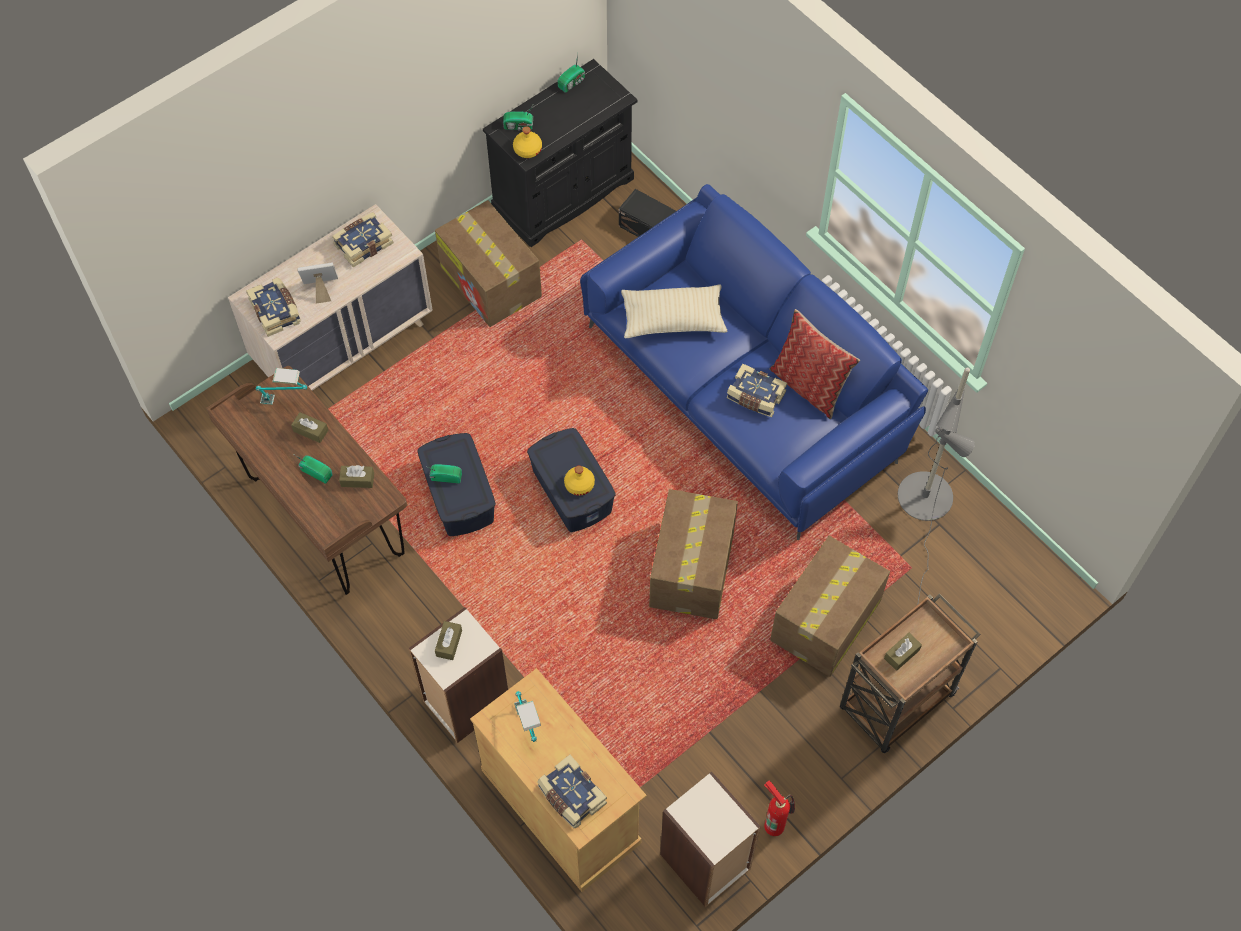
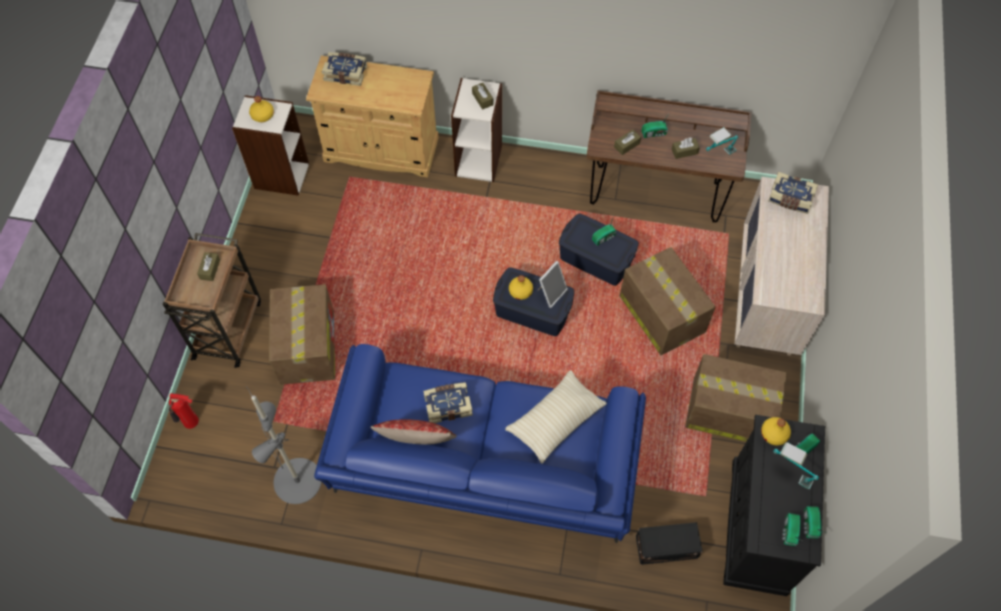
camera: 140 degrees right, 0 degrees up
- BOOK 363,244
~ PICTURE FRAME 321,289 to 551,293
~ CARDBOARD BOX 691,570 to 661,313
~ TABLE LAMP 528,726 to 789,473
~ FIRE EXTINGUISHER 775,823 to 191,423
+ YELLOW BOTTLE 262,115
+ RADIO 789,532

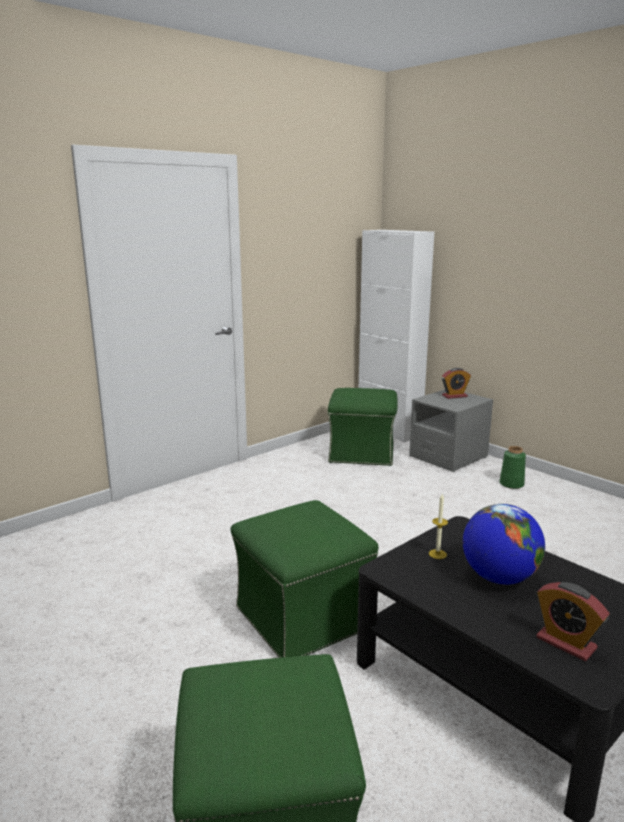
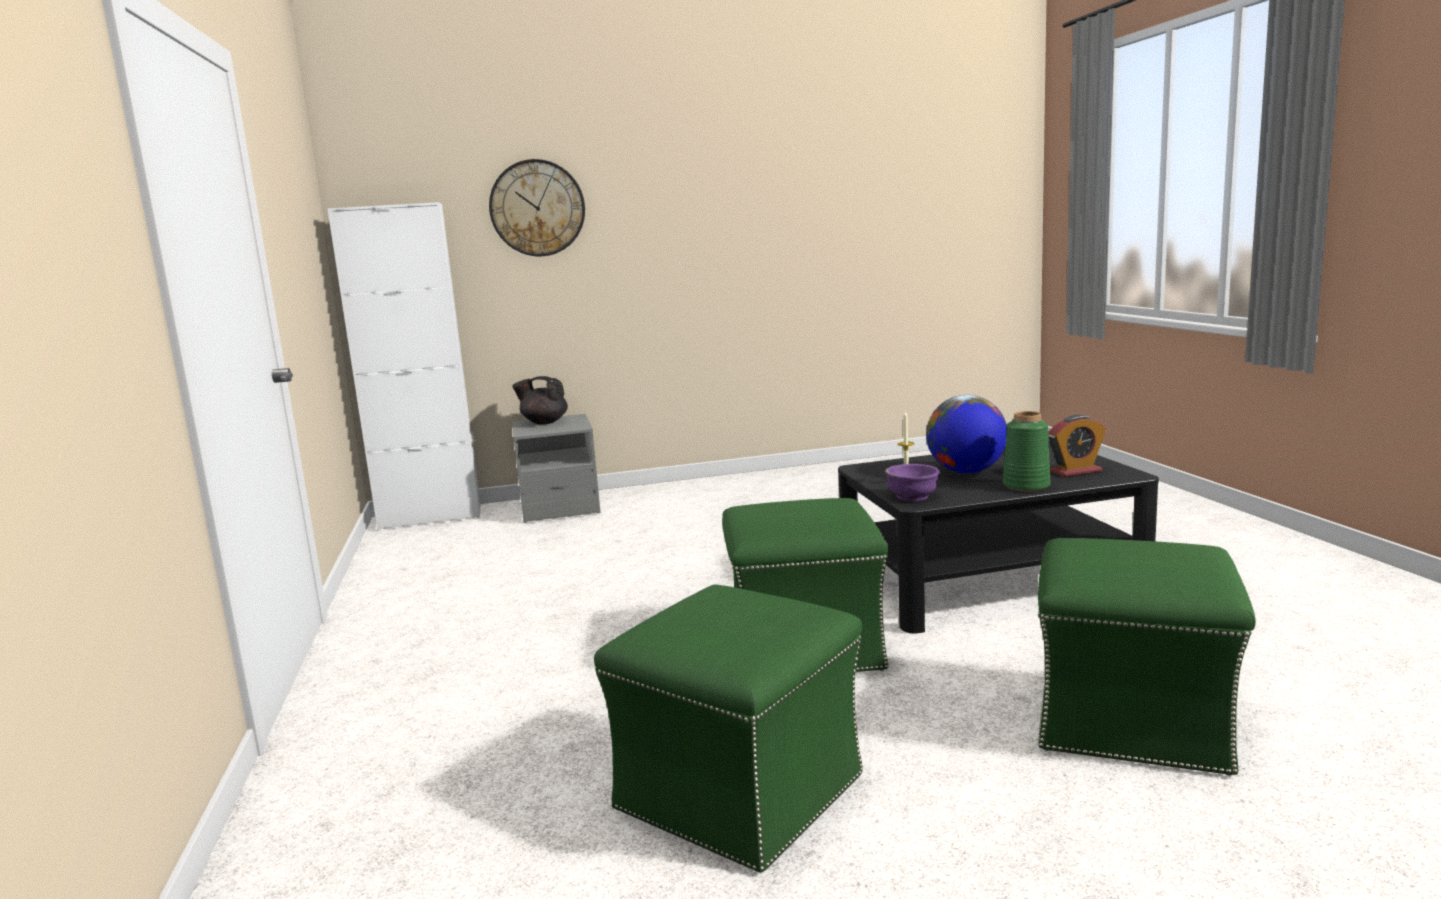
camera: 60 degrees left, 5 degrees down
~ ALARM CLOCK 454,396 to BLACK TEAPOT 544,422
~ GREEN OTTOMAN 362,453 to 741,791
~ GREEN VASE 512,484 to 1026,486
+ WALL CLOCK 537,208
+ PURPLE BOWL 912,497

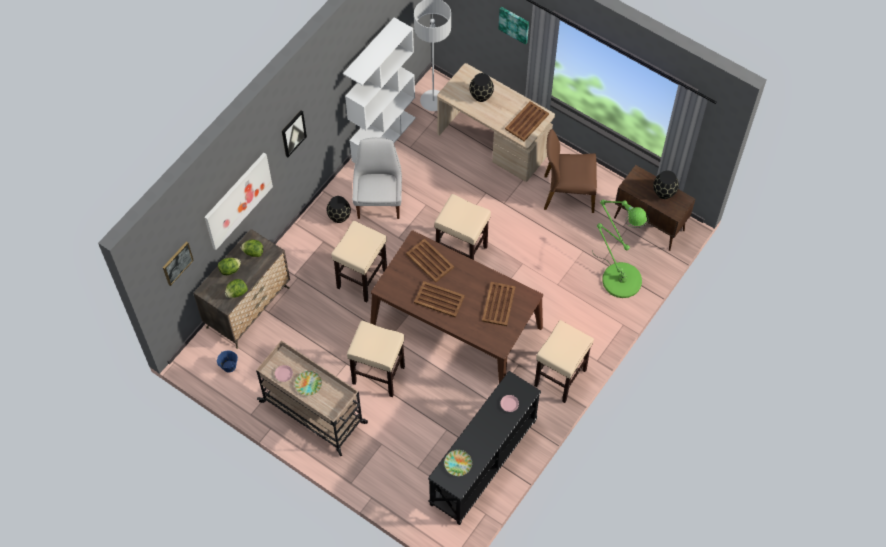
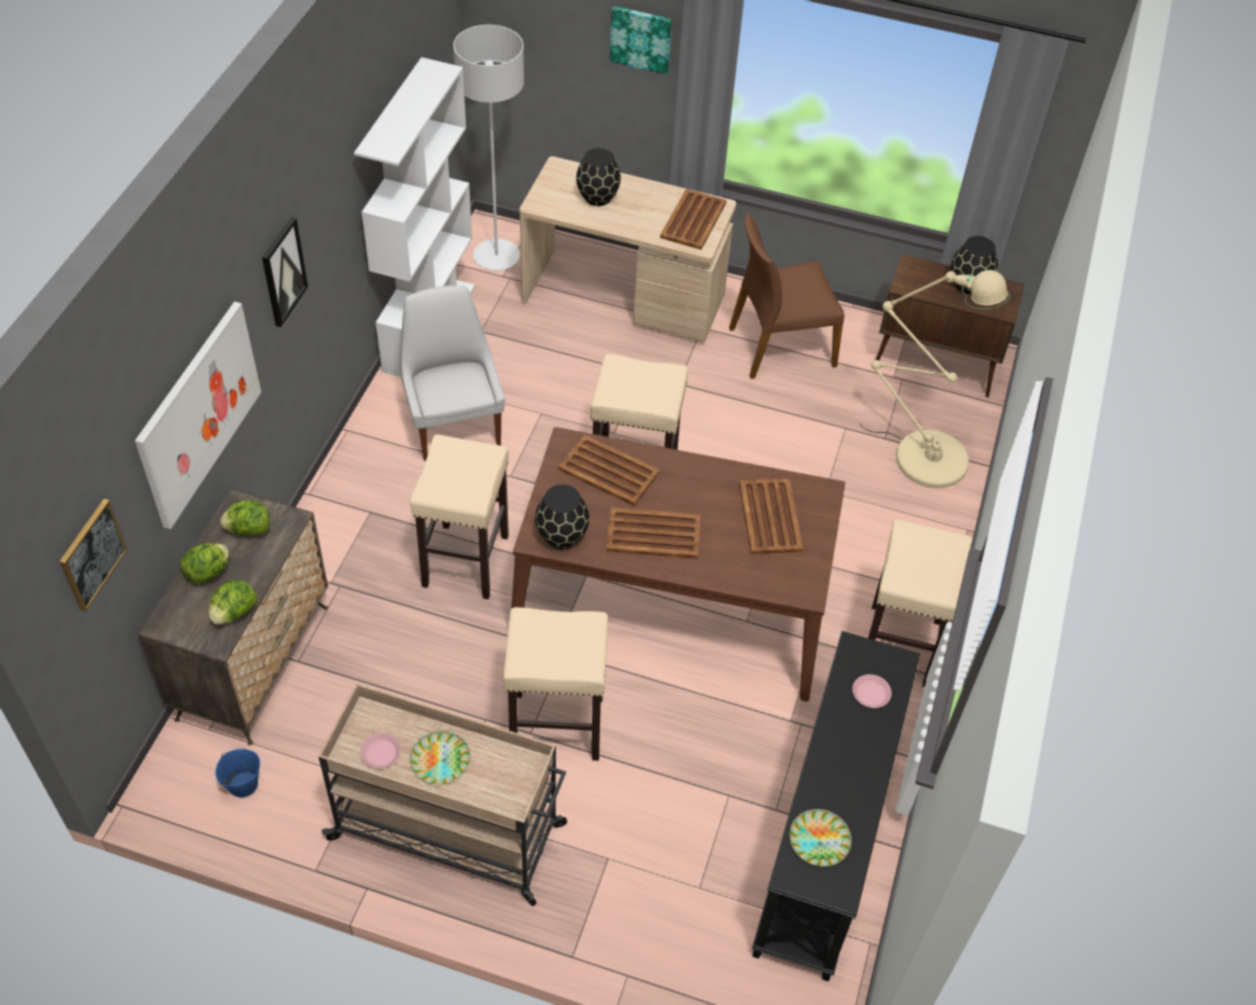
camera: 20 degrees left, 10 degrees down
~ BLACK VASE 339,216 to 561,536
~ GREEN FLOOR LAMP 618,276 to BEIGE FLOOR LAMP 923,454

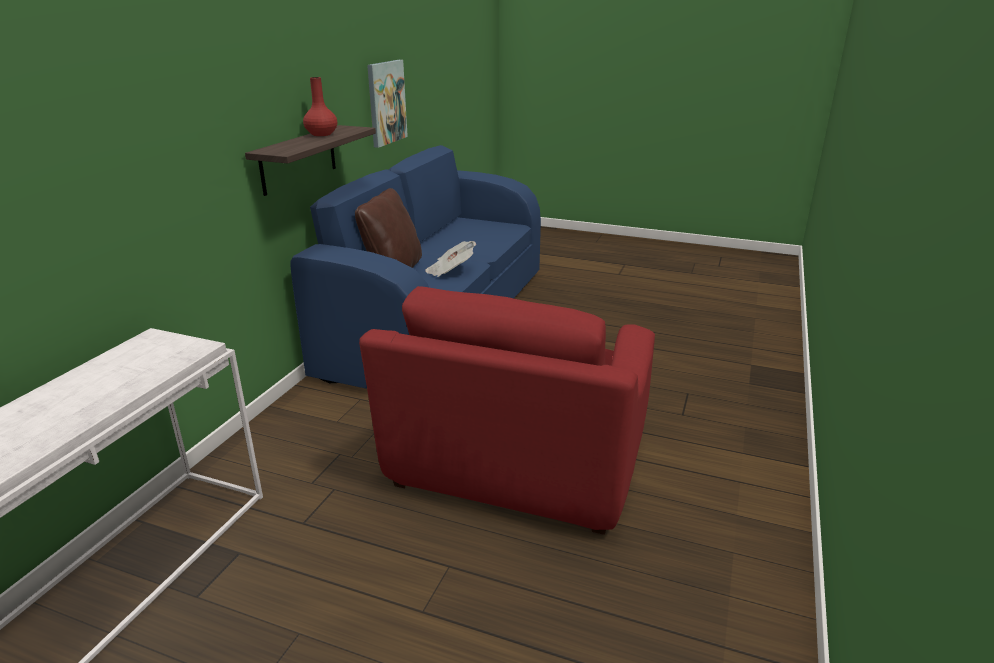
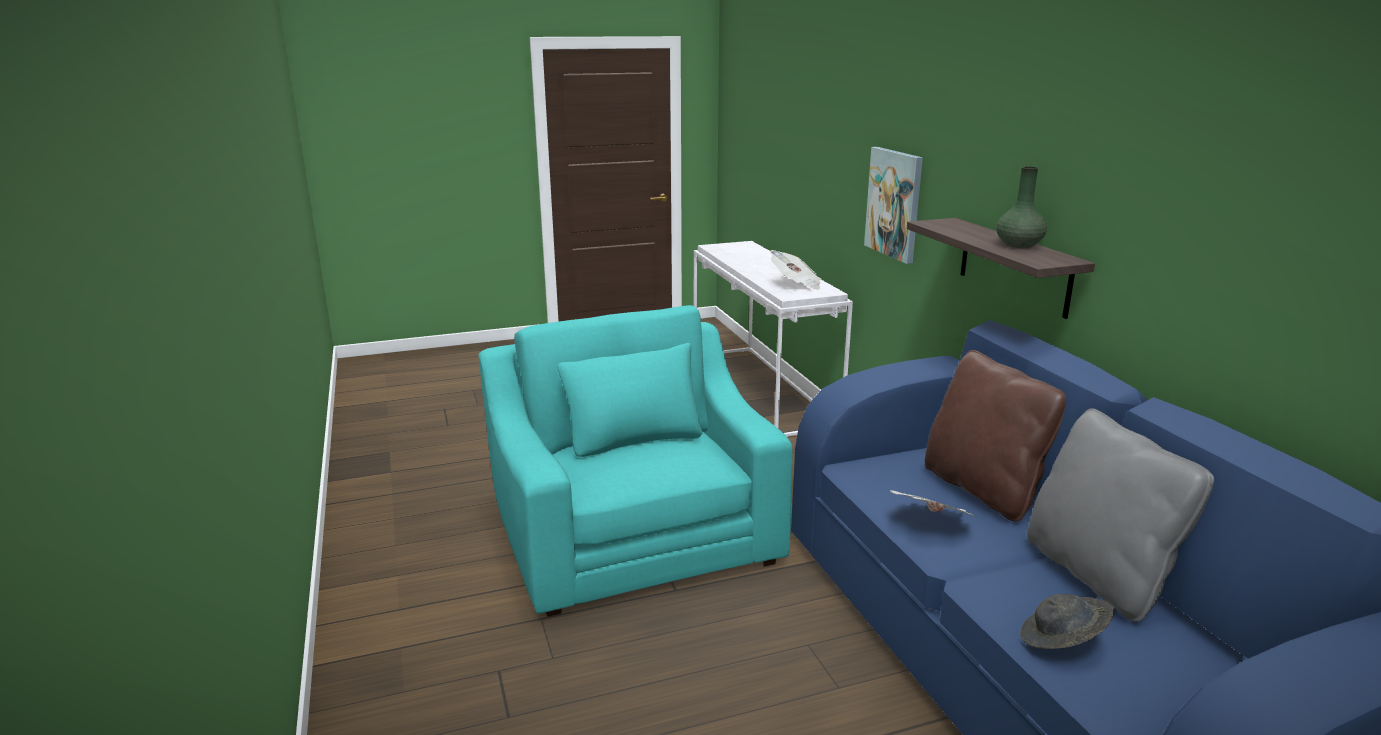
camera: 140 degrees right, 5 degrees down
~ PICTURE 386,102 to 894,203
~ RED VASE 321,134 to GREEN VASE 1019,245
~ RED ARMCHAIR 518,461 to TURQUOISE ARMCHAIR 633,534
+ NEWSPAPER 796,284
+ GREY PILLOW 1098,575
+ GREY HAT 1062,641

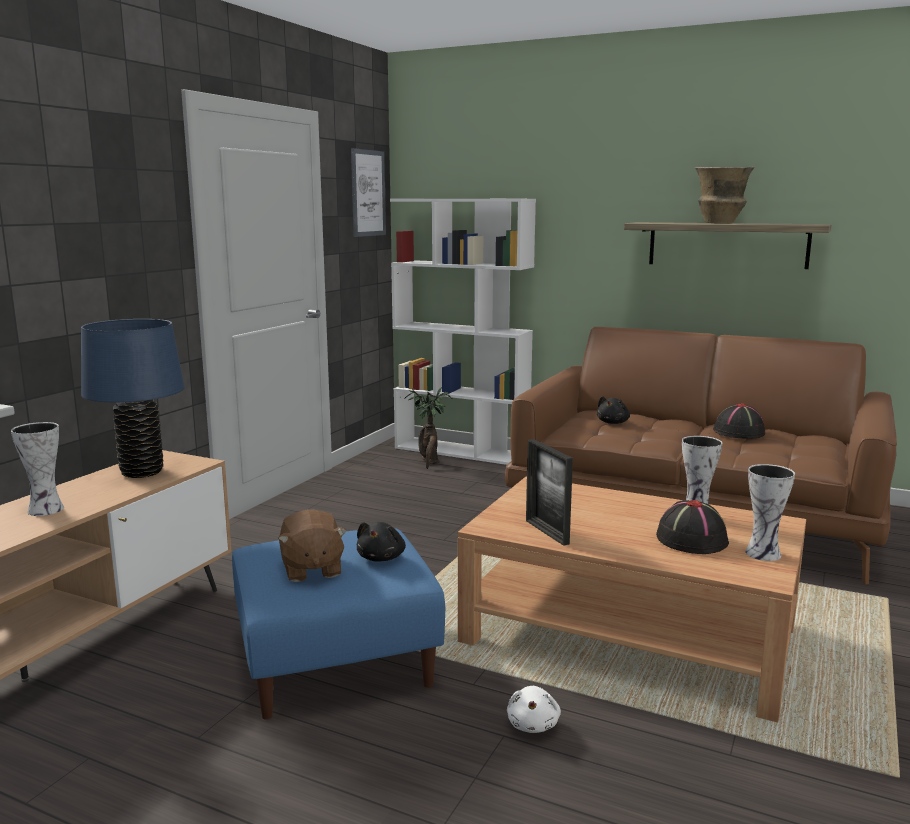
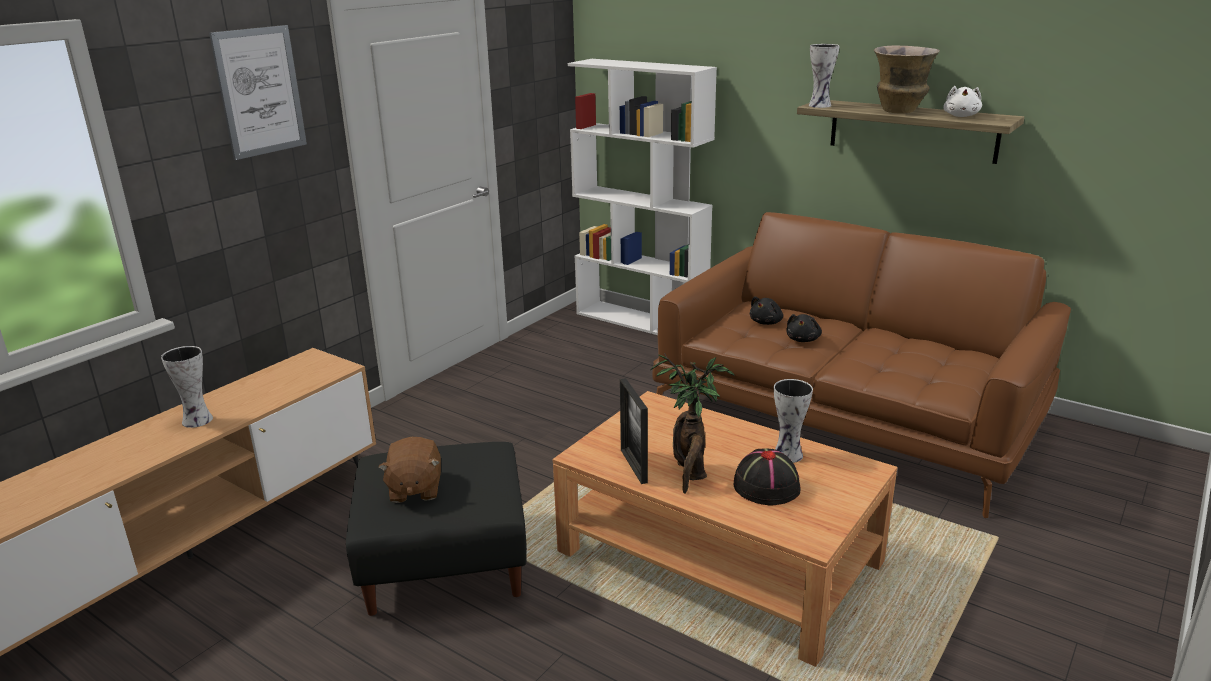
camera: 10 degrees right, 10 degrees up
~ PICTURE 368,193 to 260,91
- BLUE TABLE LAMP 142,472
~ POTTED PLANT 429,462 to 690,474
- BLACK HAT 739,432
~ VASE 764,553 to 821,105
~ BLACK PLUSH TOY 382,557 to 803,339
~ BLUE OTTOMAN 336,661 to BLACK OTTOMAN 445,561
~ WHITE PLUSH TOY 533,724 to 961,116

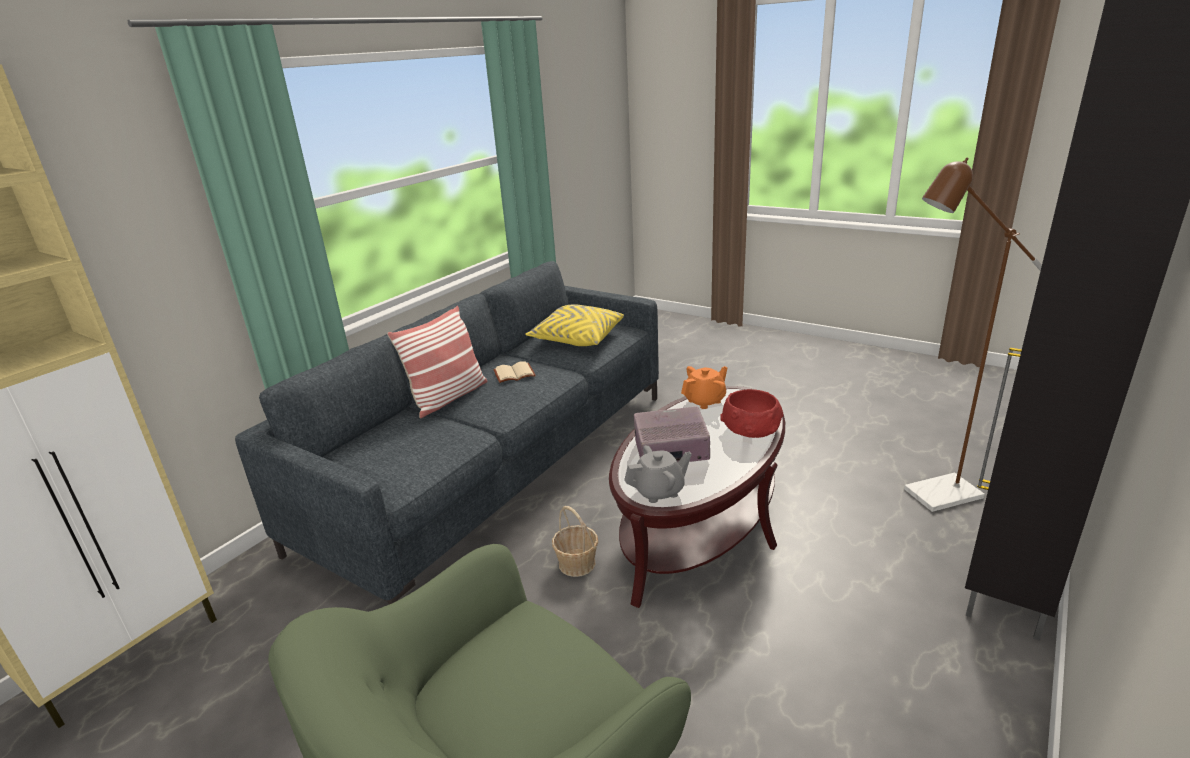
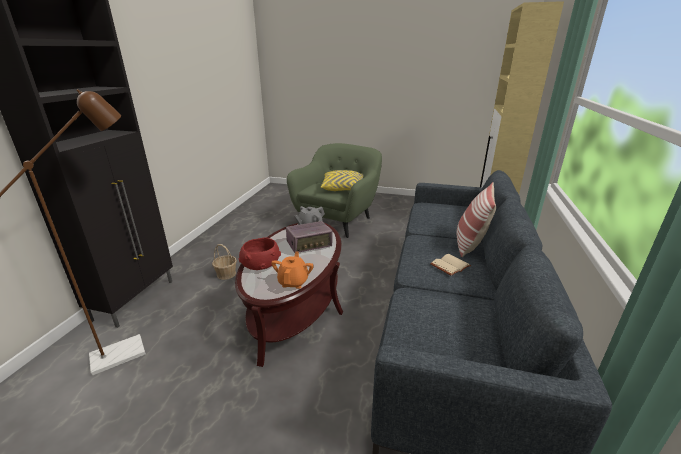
camera: 160 degrees right, 0 degrees up
~ YELLOW PILLOW 577,339 to 343,188
~ ORANGE TEAPOT 705,401 = 293,282 150 degrees clockwise
~ BASKET 577,564 to 226,274

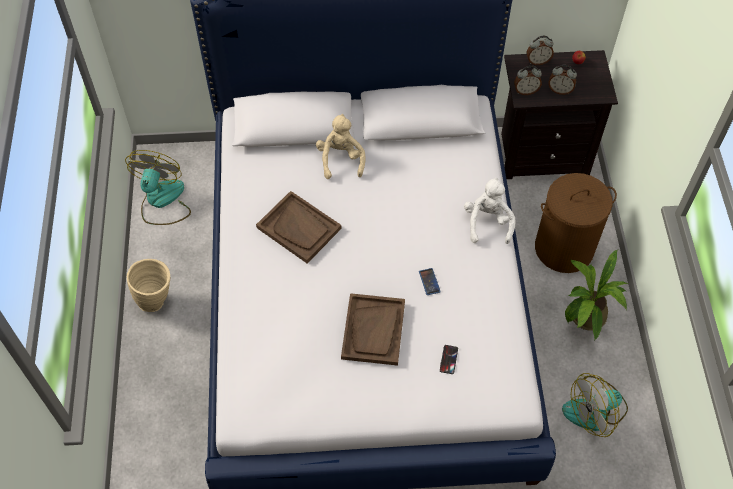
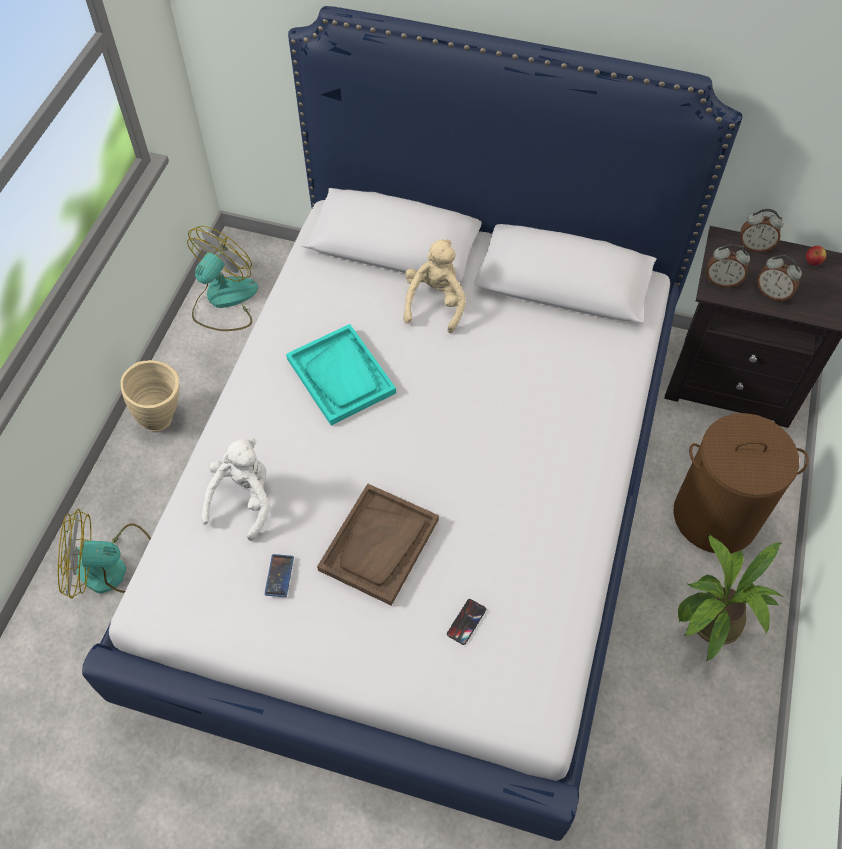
camera: 20 degrees right, 0 degrees up
~ WHITE PLUSH TOY 487,222 to 244,500
~ BROWN TRAY 299,228 to TURQUOISE TRAY 341,376
~ PHONE 429,282 to 279,576
~ FAN 595,410 to 113,568

